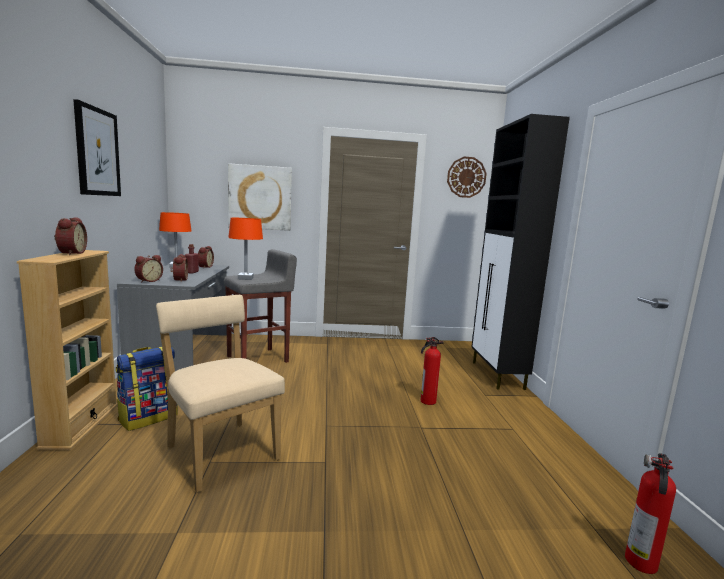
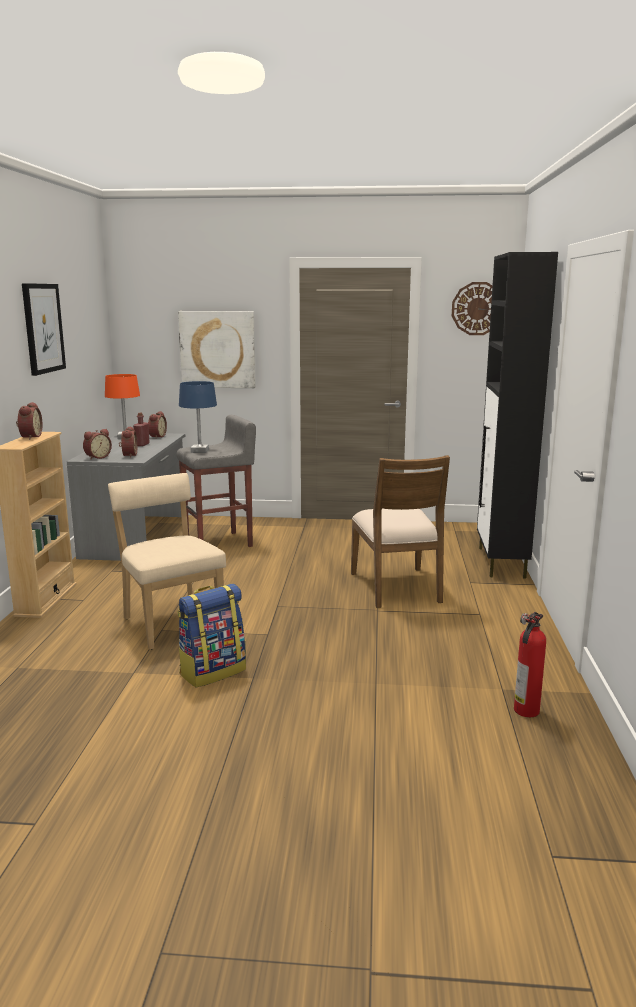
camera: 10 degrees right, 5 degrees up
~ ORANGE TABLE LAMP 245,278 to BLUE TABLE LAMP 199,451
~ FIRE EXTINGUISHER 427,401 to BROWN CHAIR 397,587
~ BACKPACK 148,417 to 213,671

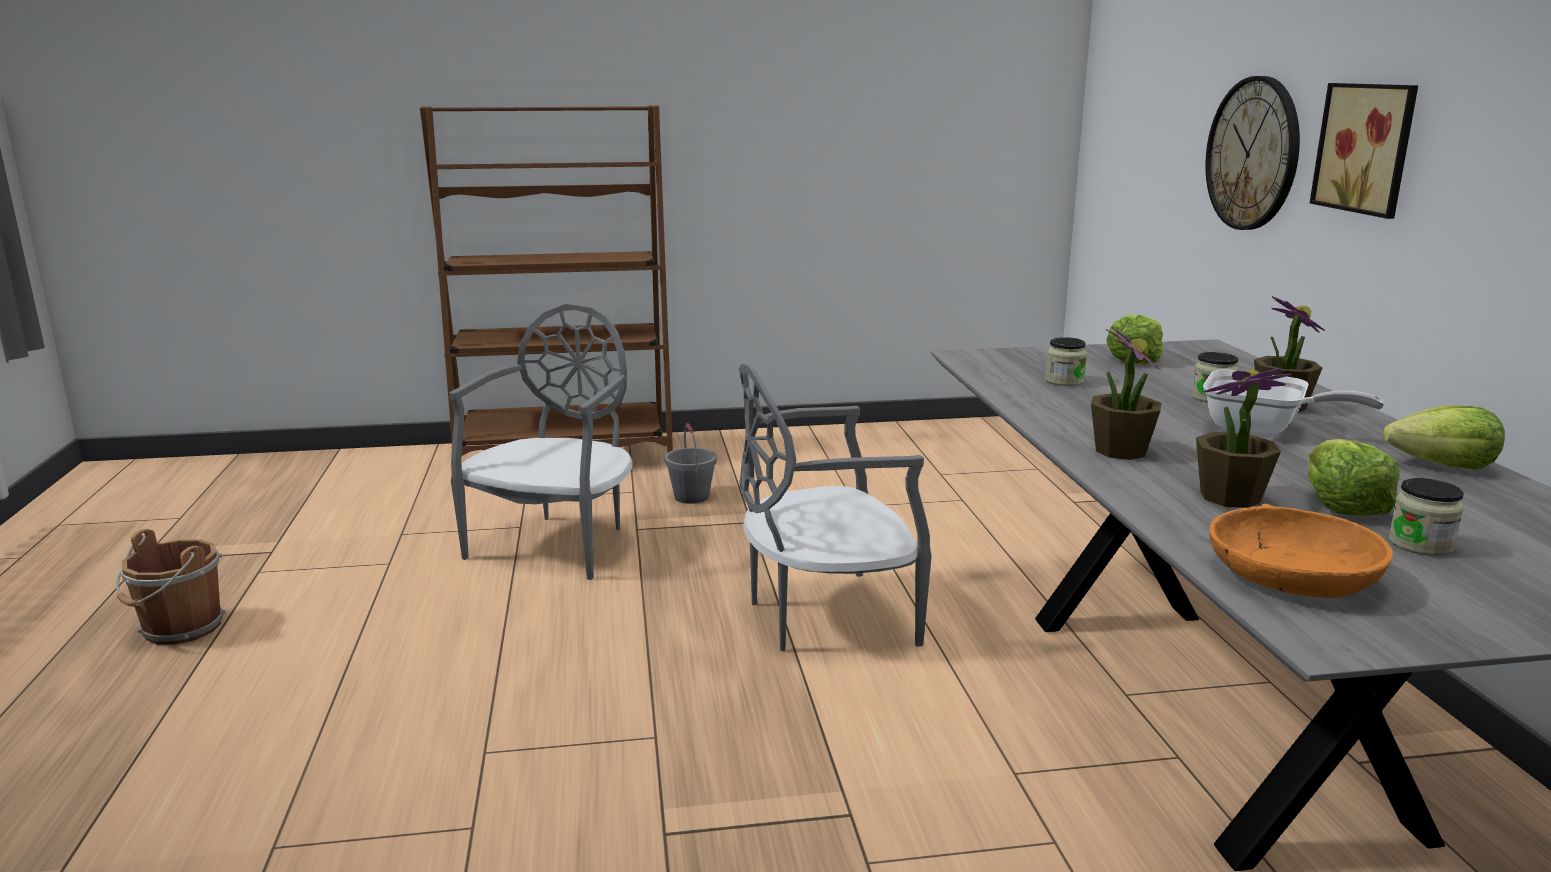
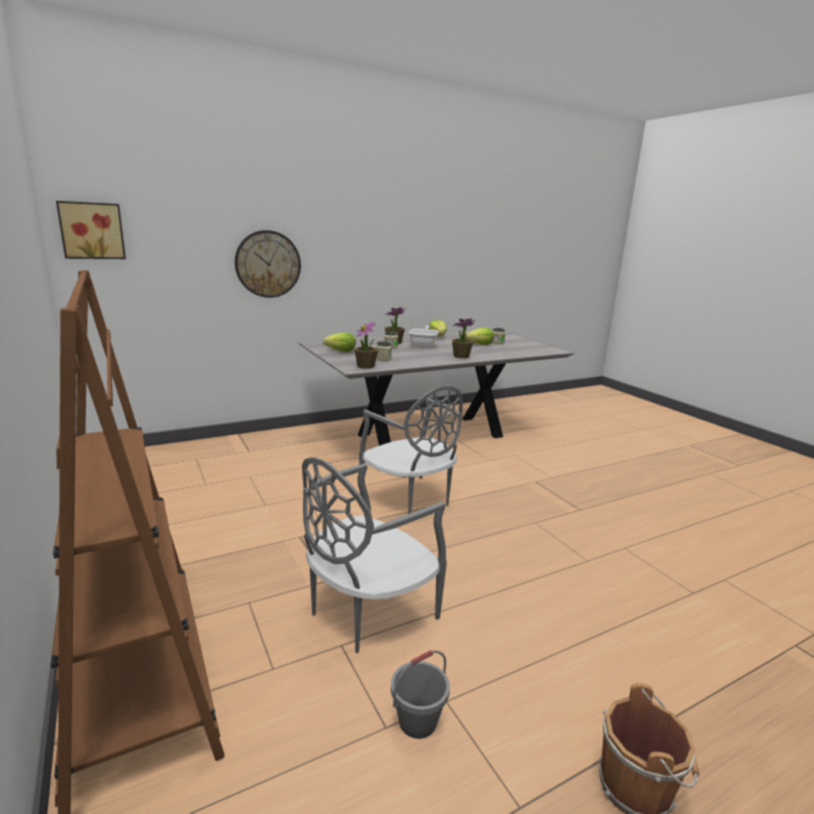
camera: 110 degrees left, 0 degrees up
~ PICTURE 1368,148 to 92,230
~ GREY CHAIR 557,544 = 367,611 45 degrees counterclockwise
~ POTTED PLANT 1229,497 to 365,366
~ GREY BUCKET 691,497 to 417,722
- ORANGE BOWL 1291,574

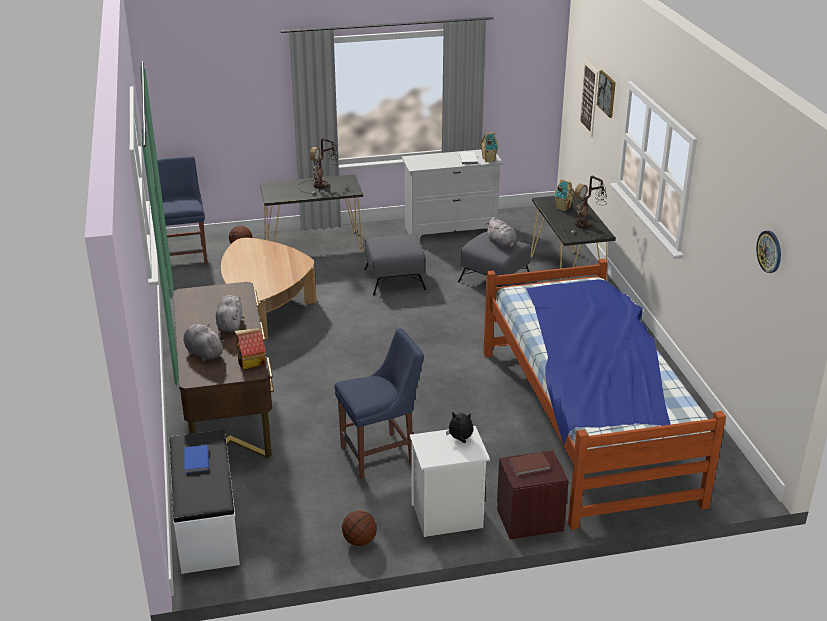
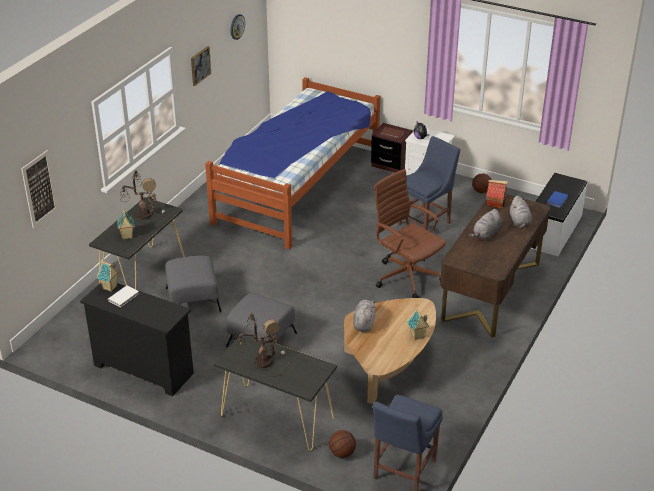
camera: 140 degrees left, 5 degrees up
~ PICTURE 607,93 to 200,65
~ WHITE DRESSER 451,230 to BLACK DRESSER 143,369
~ GREY PLUSH TOY 502,244 to 364,323
~ BLUE CHAIR 381,454 = 426,222 120 degrees clockwise
+ BROWN OFFICE CHAIR 407,276
+ TOY HOUSE 417,336

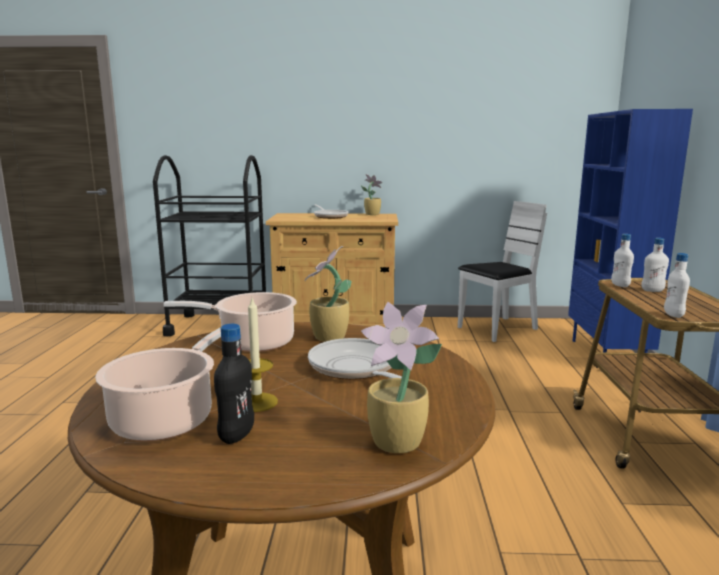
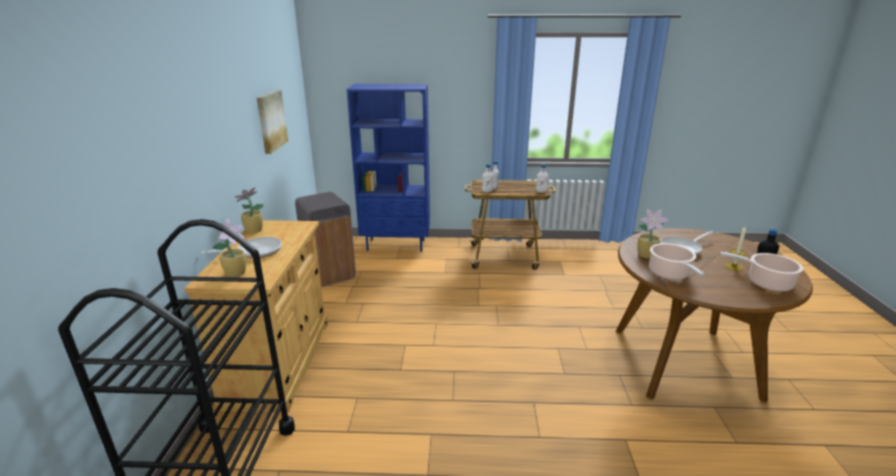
camera: 90 degrees left, 10 degrees up
~ WHITE CHAIR 497,329 to GREY TRASH CAN 330,273
~ POTTED PLANT 399,443 to 237,273
+ PICTURE 271,121

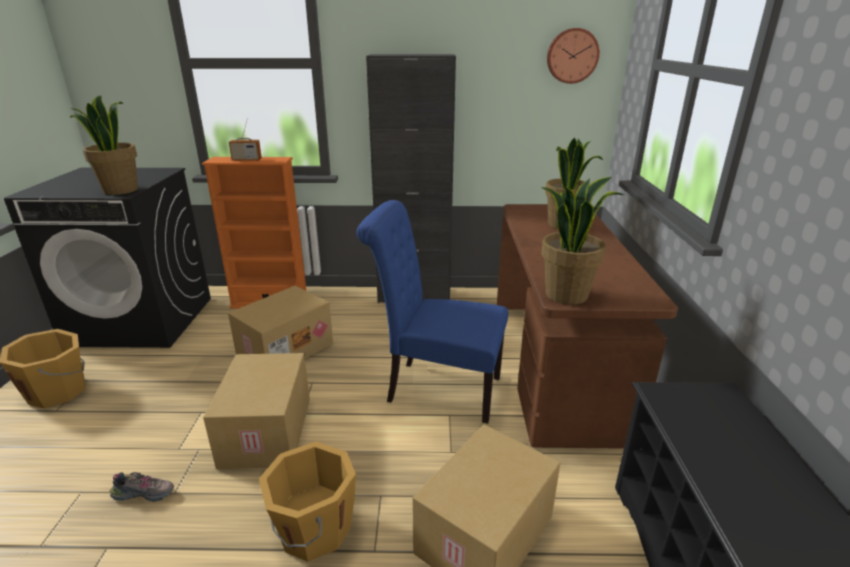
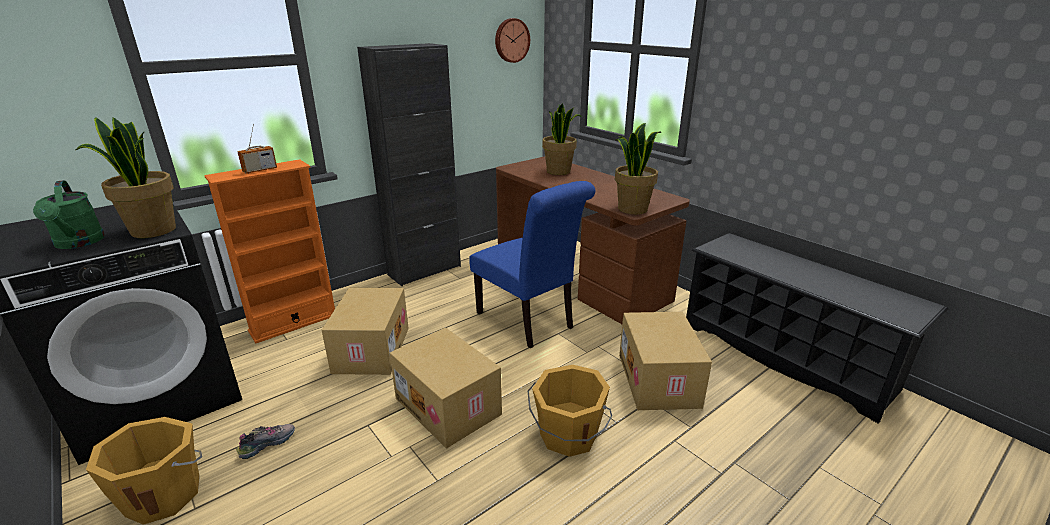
camera: 40 degrees left, 0 degrees up
~ BLUE CHAIR 437,388 = 529,322 105 degrees counterclockwise
~ SHOE 145,493 to 267,444
+ GREEN WATERING CAN 78,243

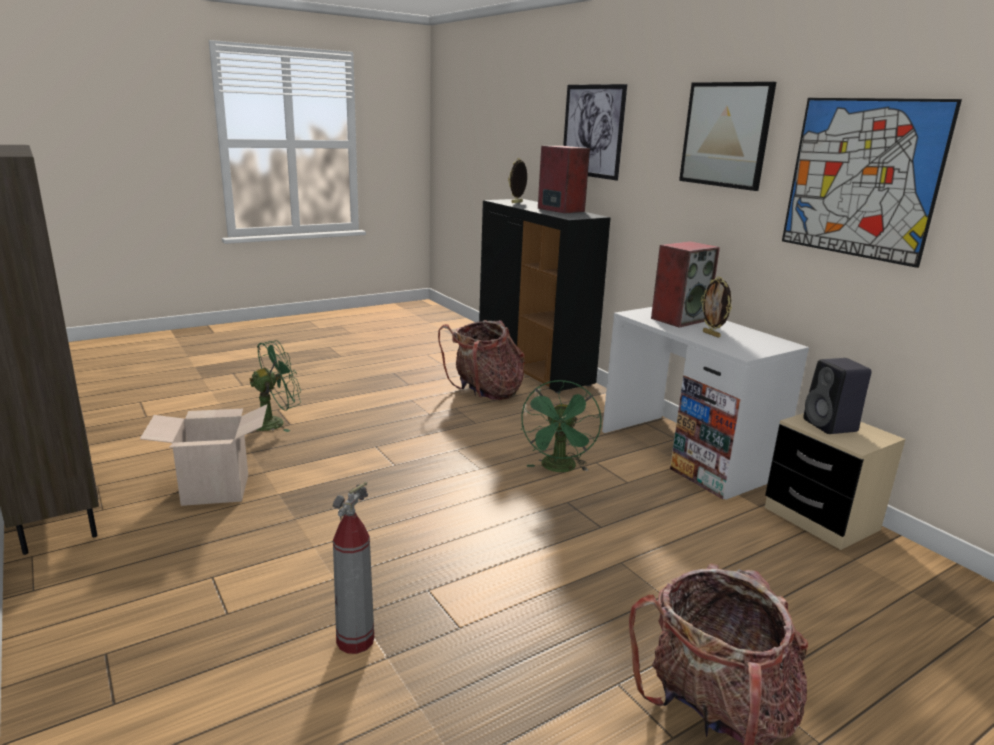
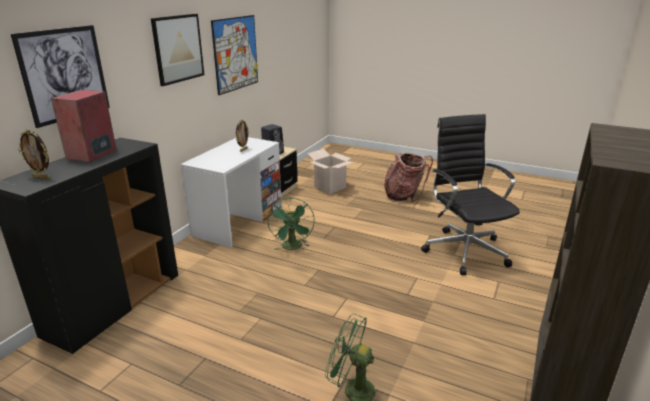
camera: 120 degrees left, 5 degrees up
- SPEAKER 679,319
- BACKPACK 485,393
~ GREEN FAN 559,469 = 293,248 105 degrees clockwise
~ CARDBOARD BOX 215,489 to 330,187
~ FIRE EXTINGUISHER 355,641 to BLACK OFFICE CHAIR 464,250

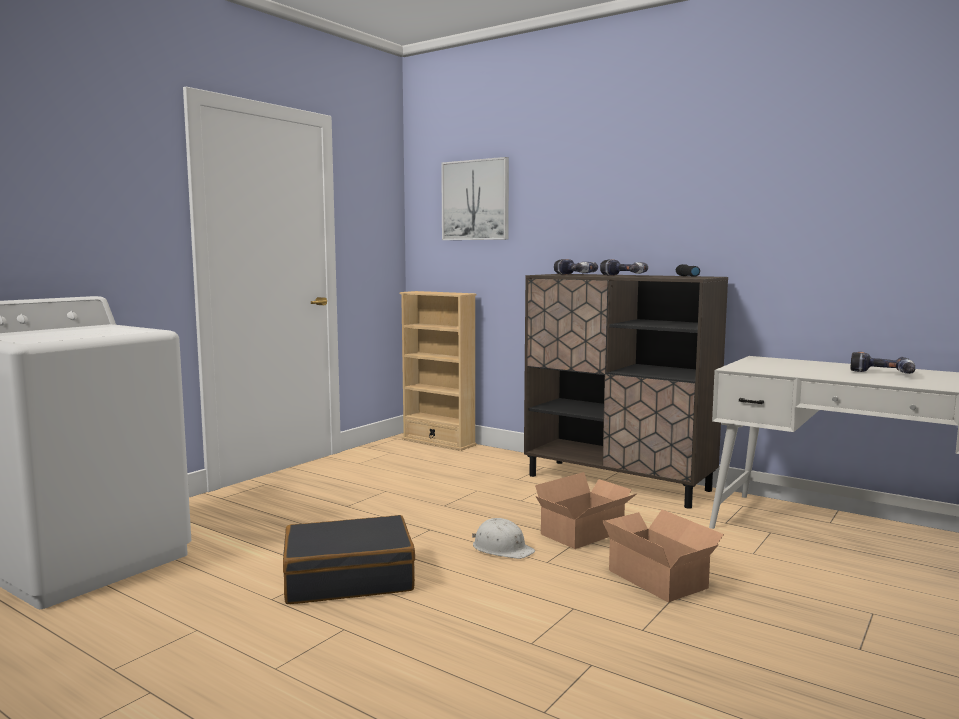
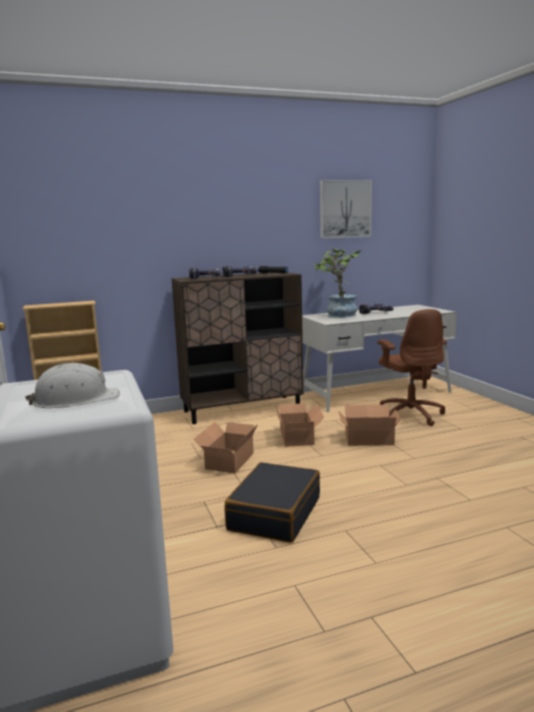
camera: 55 degrees left, 5 degrees up
~ PICTURE 475,200 to 345,209
~ WHITE HARD HAT 502,548 to 76,400
+ POTTED PLANT 338,315
+ BROWN OFFICE CHAIR 410,415
+ CARDBOARD BOX 227,461

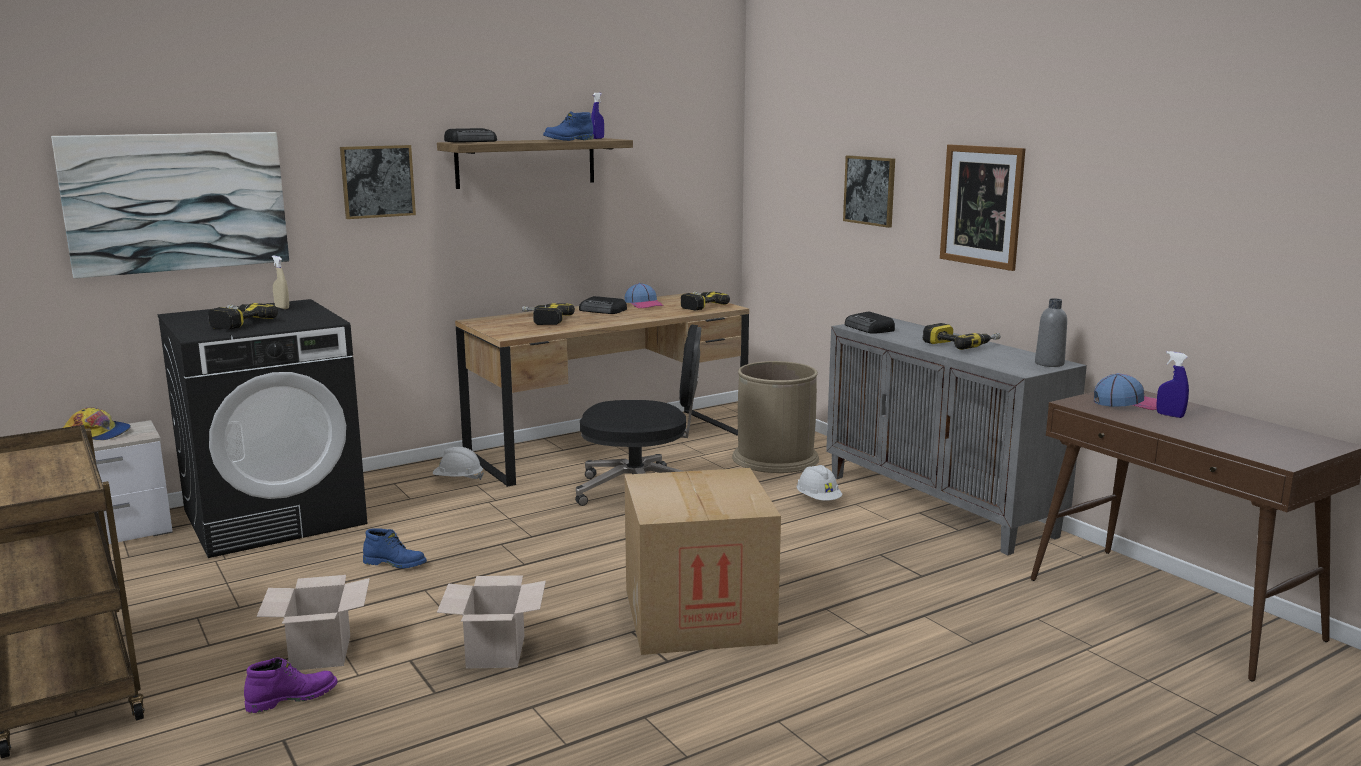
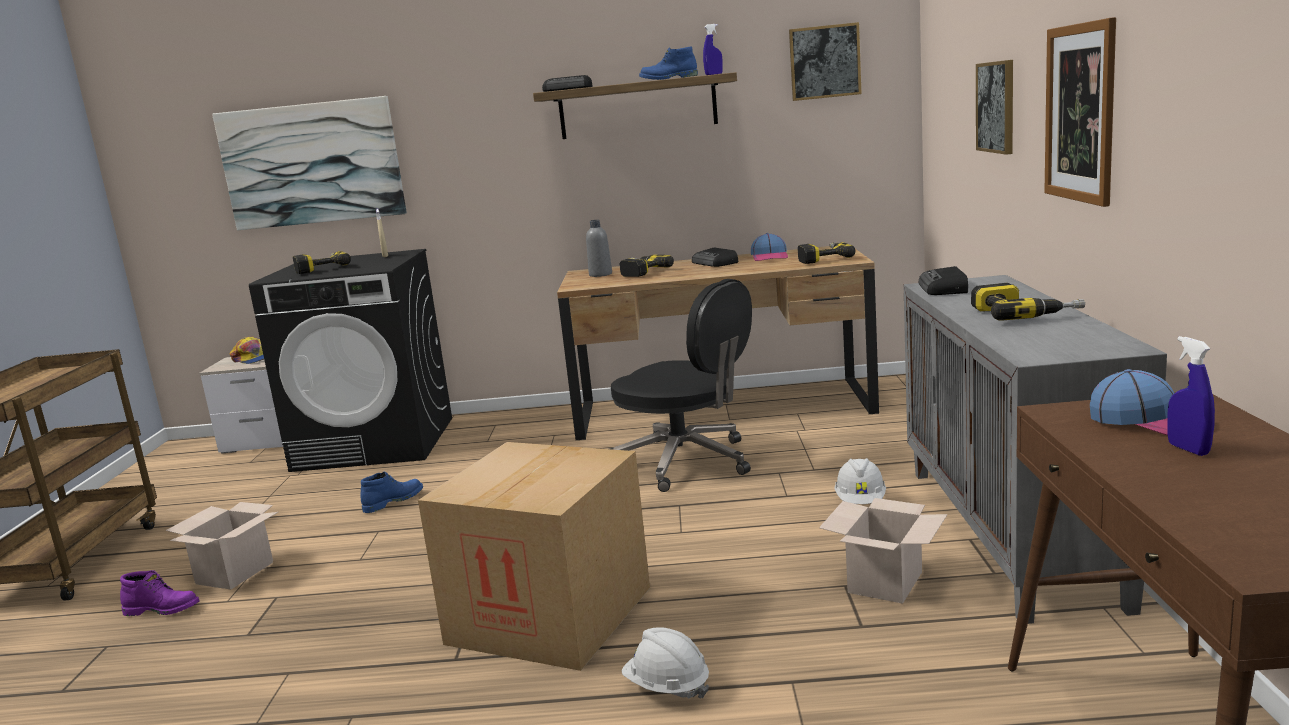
camera: 35 degrees right, 0 degrees up
~ PICTURE 377,181 to 824,62
~ GREY BOTTLE 1049,364 to 600,274
- BROWN TRASH CAN 775,458
~ WHITE HARD HAT 458,480 to 667,687
~ BLUE BOOT 396,563 = 393,501 90 degrees counterclockwise
~ CARDBOARD BOX 495,651 to 884,581

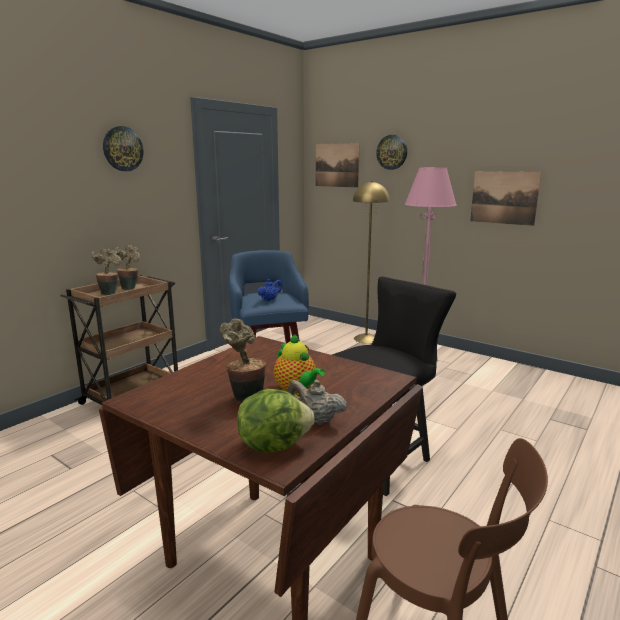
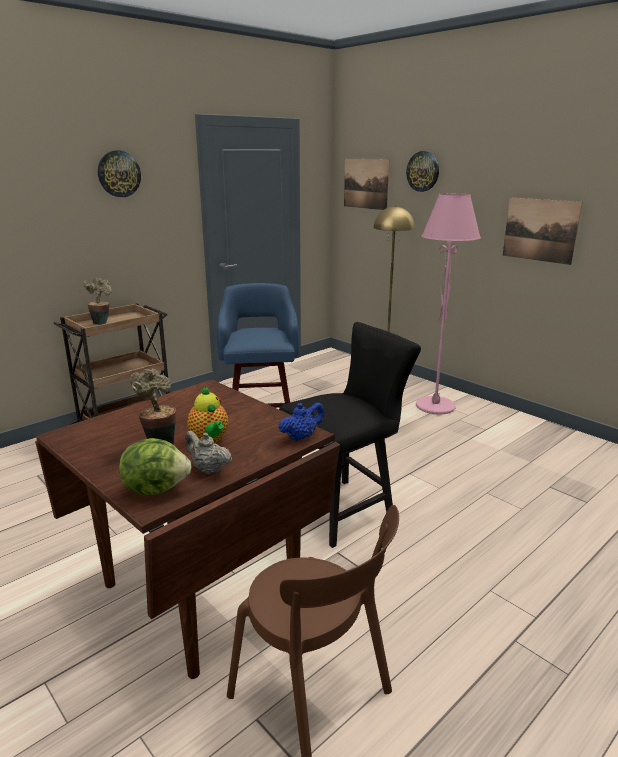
camera: 10 degrees right, 5 degrees up
- POTTED PLANT 130,287
~ BLUE TEAPOT 269,300 to 301,437

